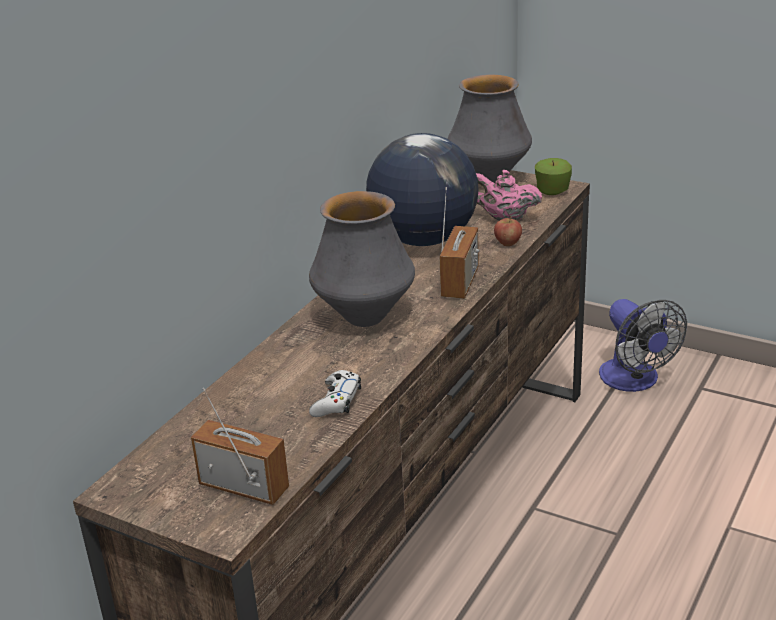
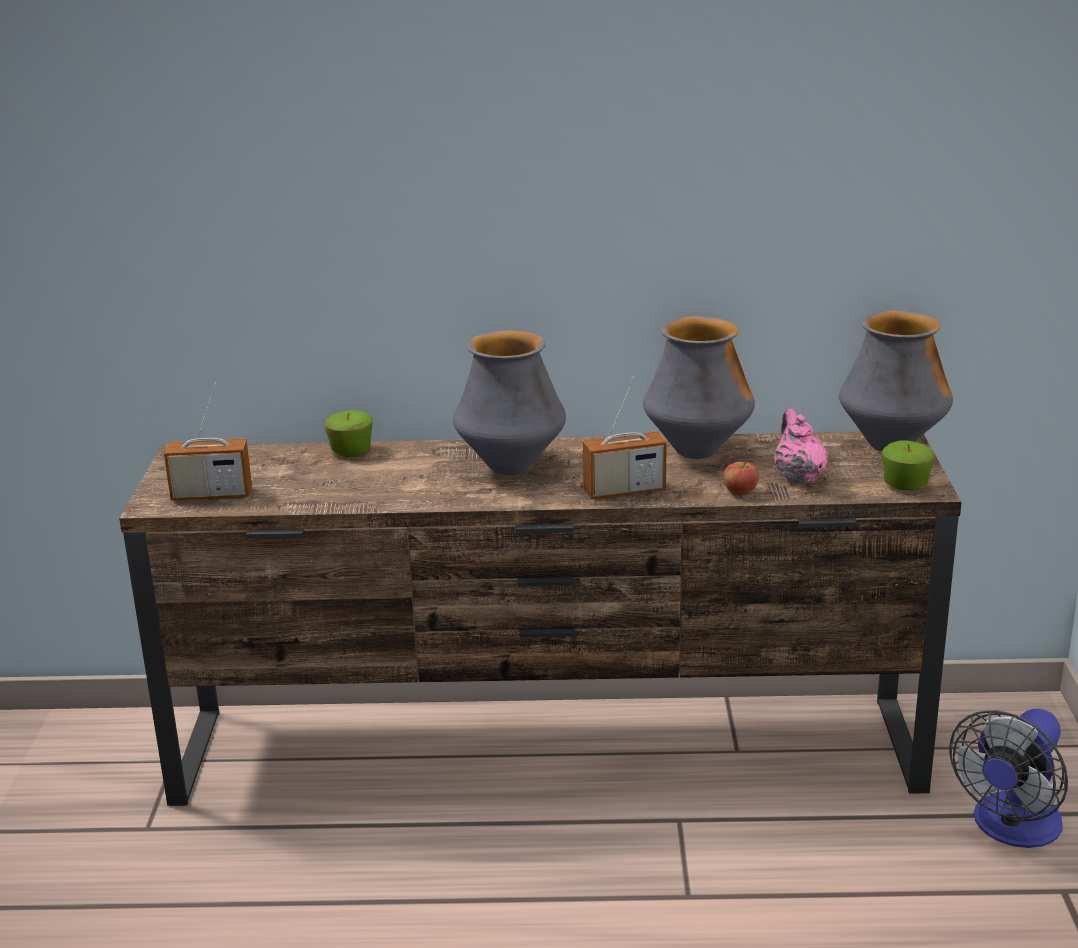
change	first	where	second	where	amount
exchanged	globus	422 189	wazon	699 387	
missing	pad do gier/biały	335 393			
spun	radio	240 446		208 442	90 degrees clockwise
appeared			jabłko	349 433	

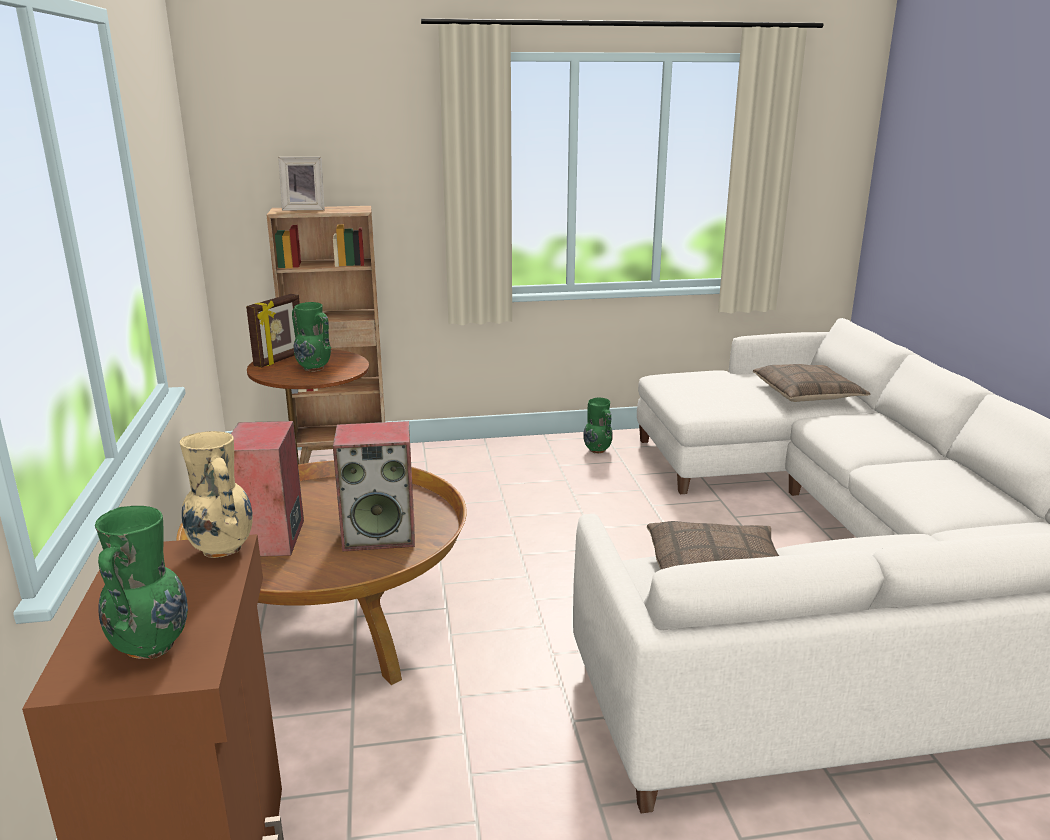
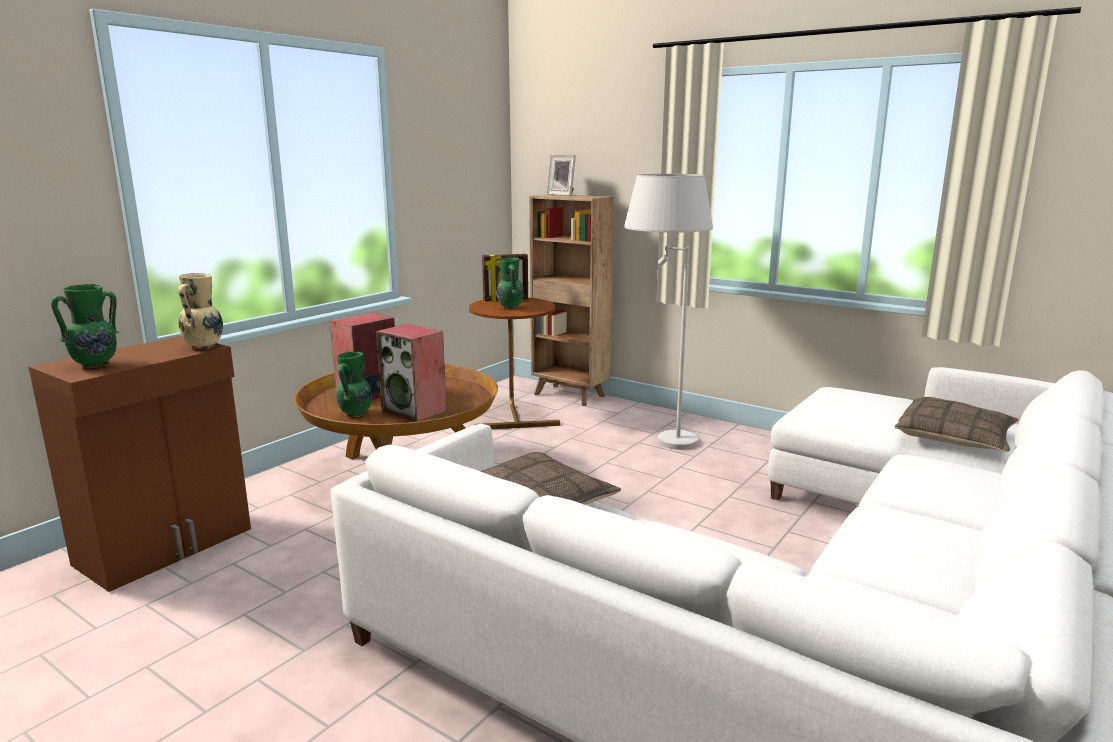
change	first	where	second	where	amount
relocated	wazon/zielony	598 426		354 384	
appeared			lampa stojąca/biały	668 312	

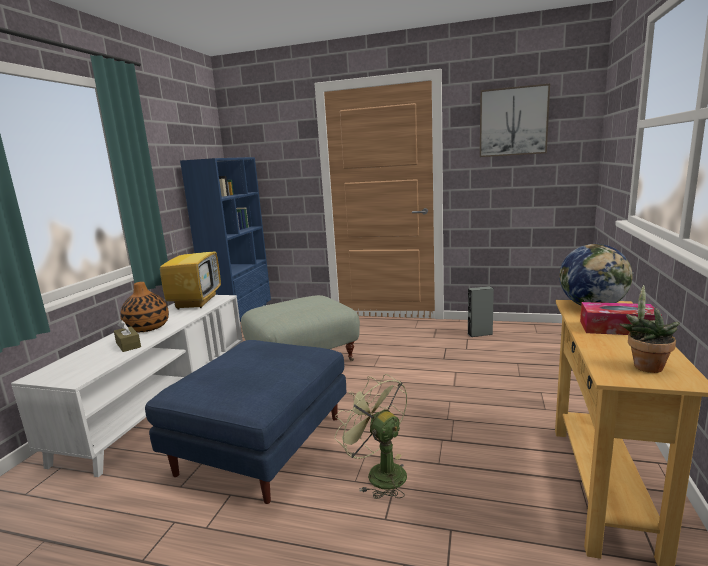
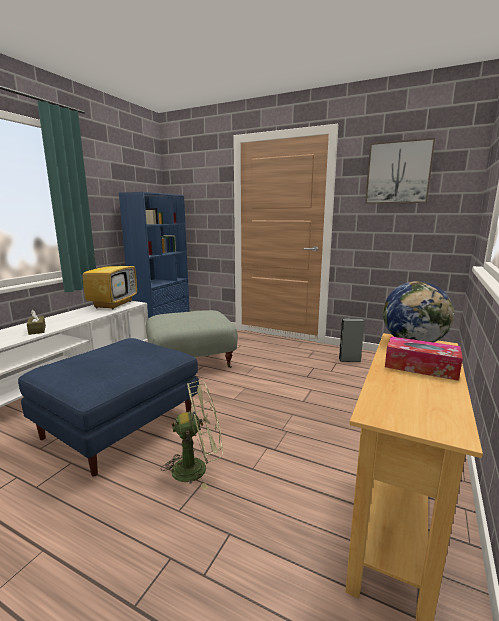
change	first	where	second	where	amount
missing	wazon	144 307			
missing	roślina doniczkowa	650 329			
spun	wentylator/zielony	371 436		192 435	105 degrees clockwise

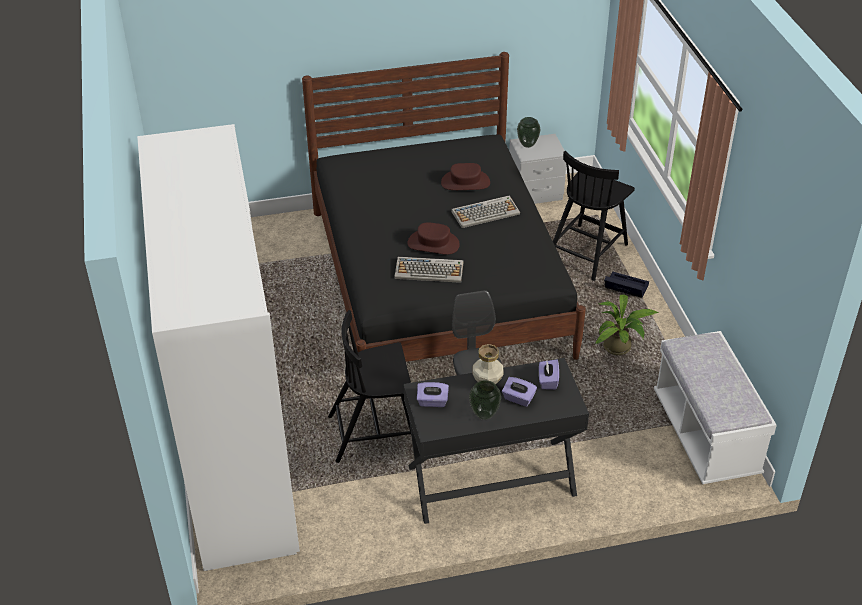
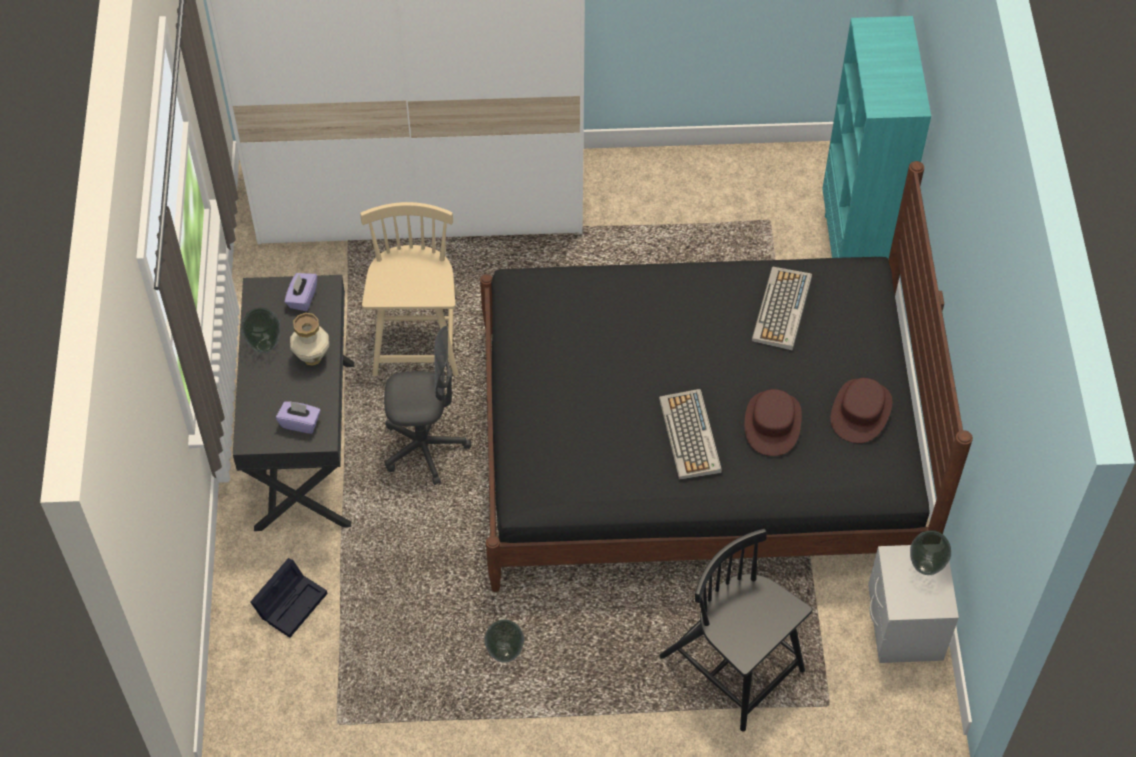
change	first	where	second	where	amount
relocated	kapelusz/brązowy	434 238		861 410	
relocated	klawiatura	429 270		782 309	
relocated	pojemnik do przechowywania/czarny	626 285		288 598	
exchanged	roślina doniczkowa	626 324	wazon	504 641	
colour	krzesło/czarny	369 386	krzesło/beżowy	409 289	
missing	ławka/biały	715 407			
missing	pudełko chusteczek/fioletowy	519 392			
appeared			regał/turkusowy	876 137	

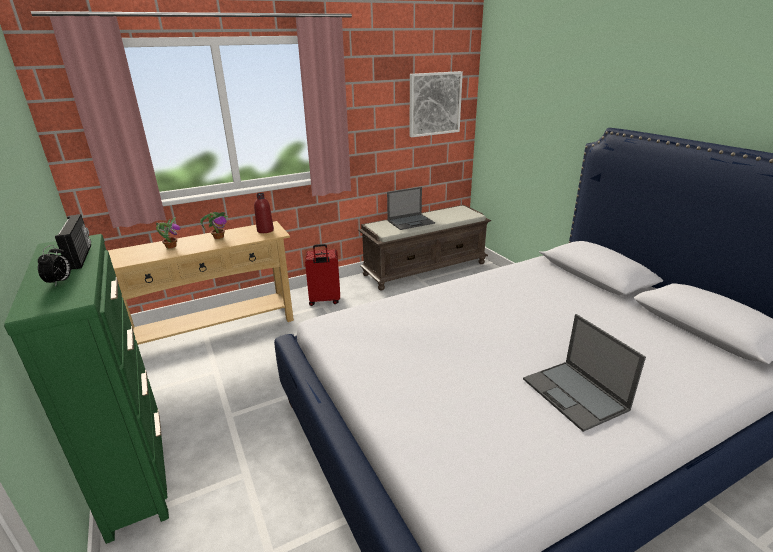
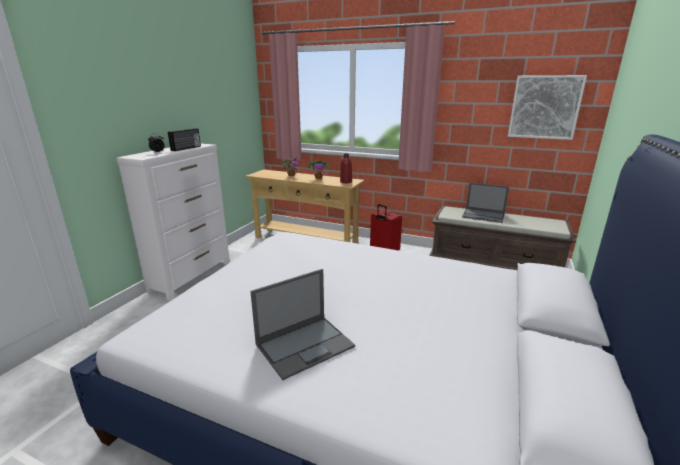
change	first	where	second	where	amount
colour	komoda/zielony	86 389	komoda/biały	173 222	
spun	laptop	584 373		302 324	150 degrees counterclockwise

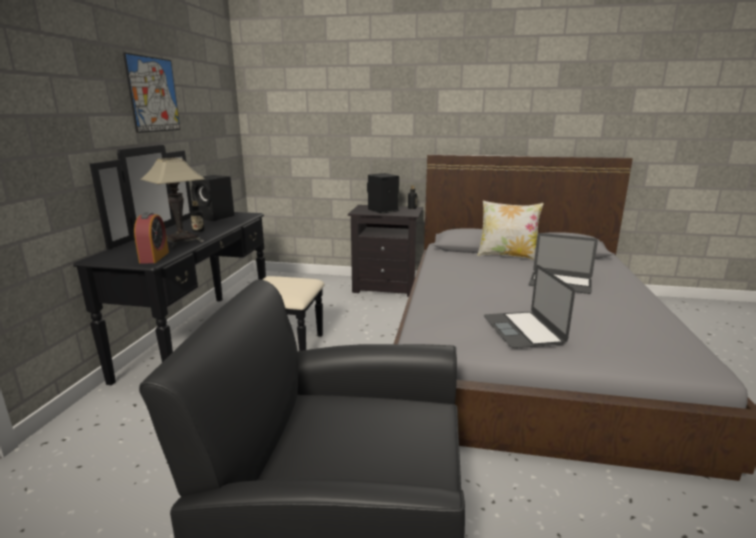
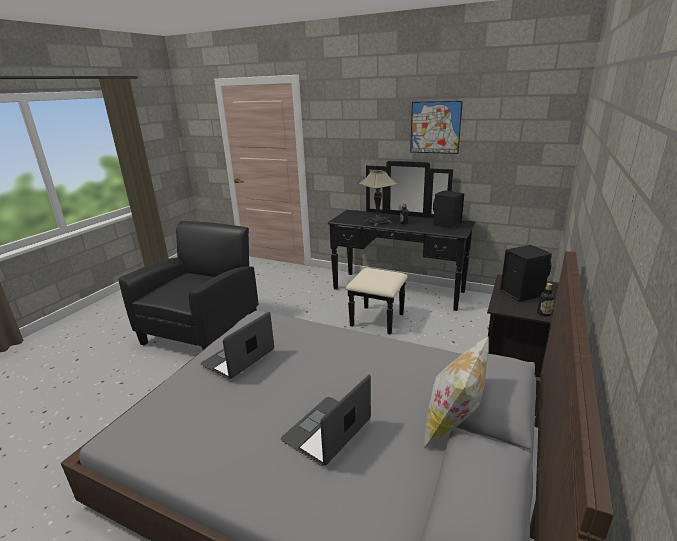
change	first	where	second	where	amount
missing	budzik	151 238			
spun	laptop	529 306		237 345	60 degrees counterclockwise

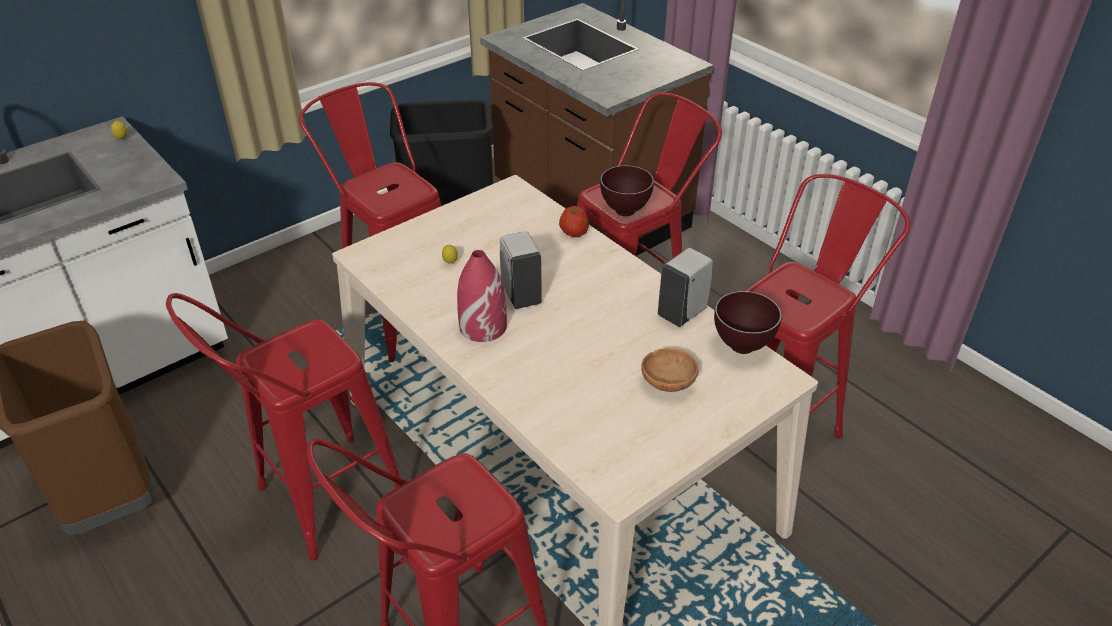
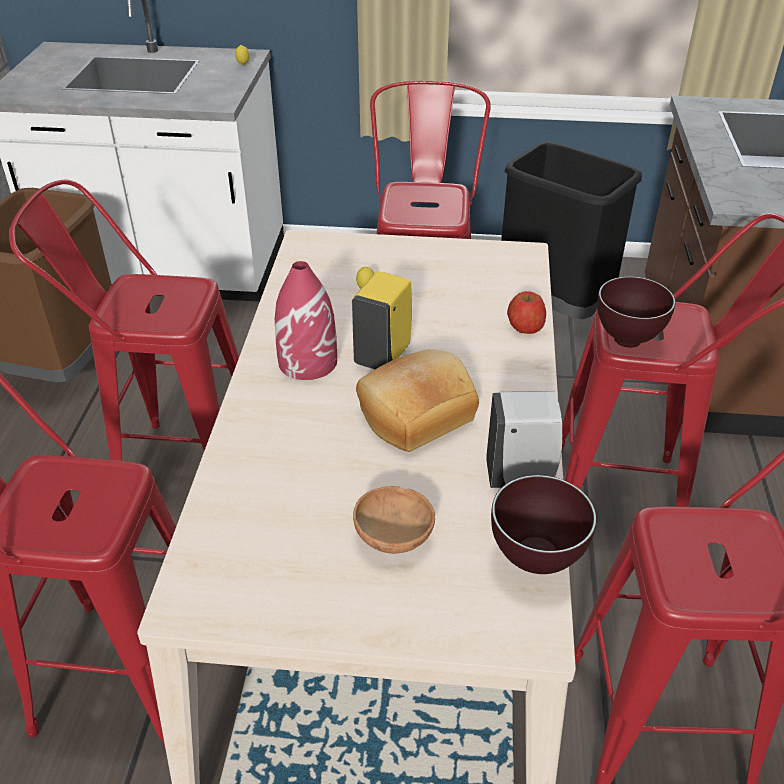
change	first	where	second	where	amount
colour	dozownik mydła/biały	521 270	dozownik mydła/żółty	382 320	
appeared			chleb	417 400	

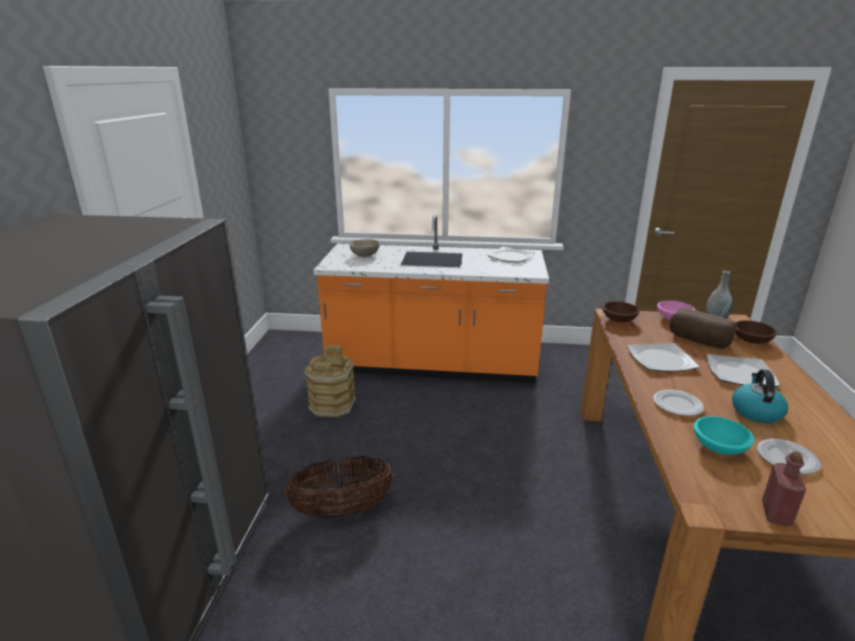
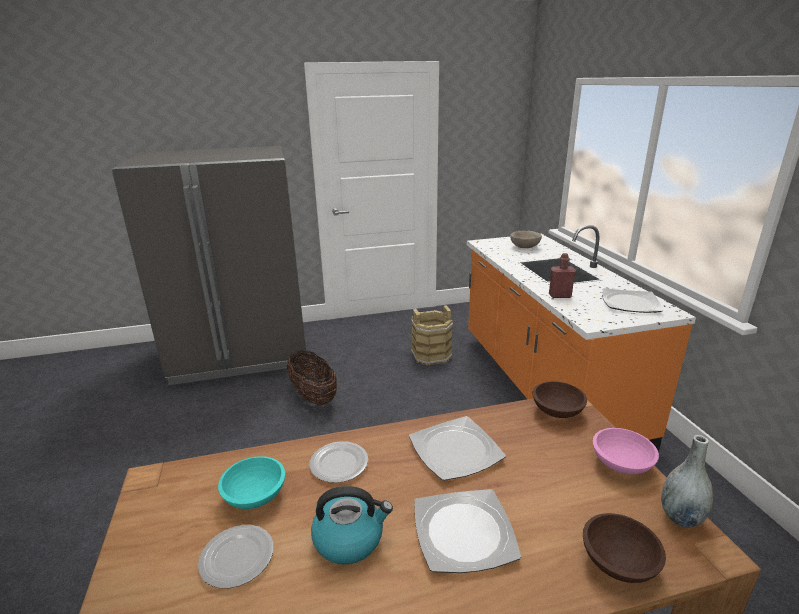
change	first	where	second	where	amount
missing	chleb	703 328			
relocated	butelka/czerwony	784 488		562 275	

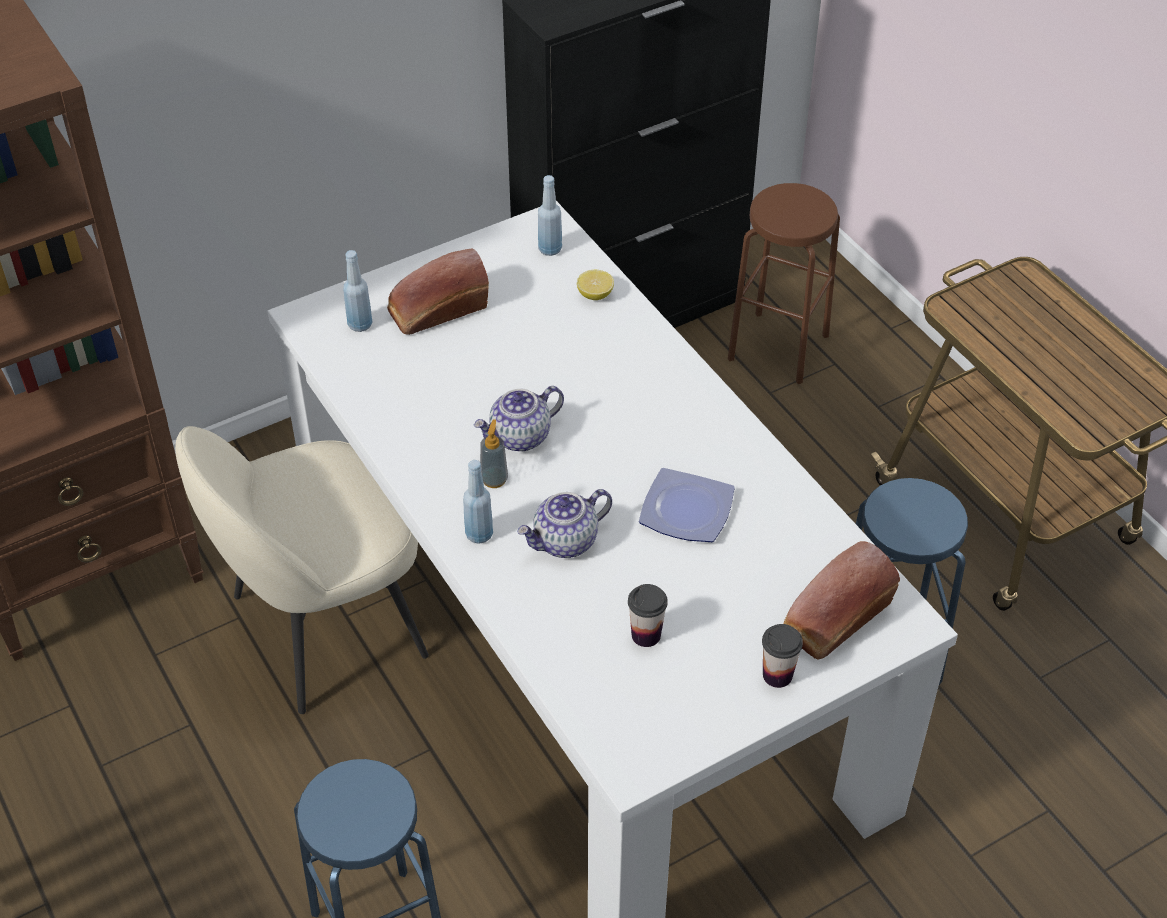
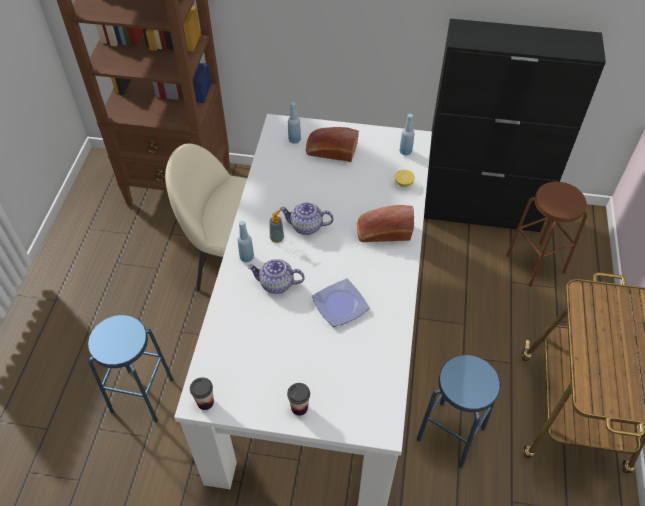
change	first	where	second	where	amount
relocated	chleb	841 600		385 223	
relocated	filiżanka	648 615		202 393	

